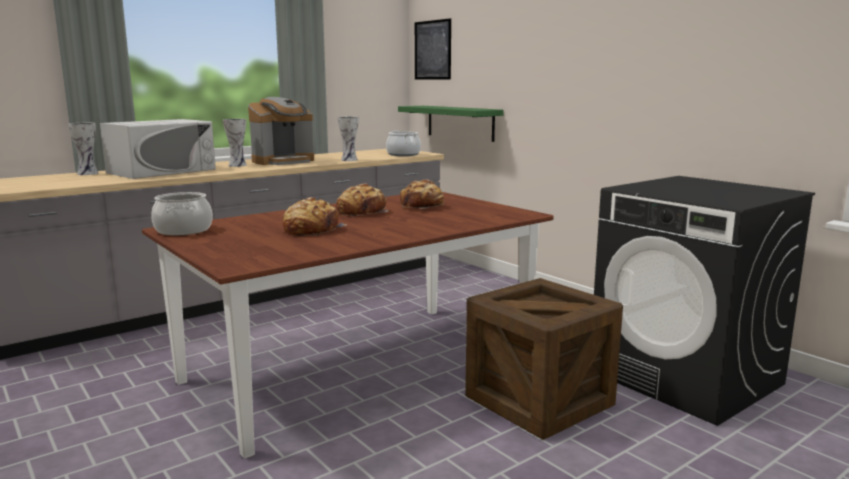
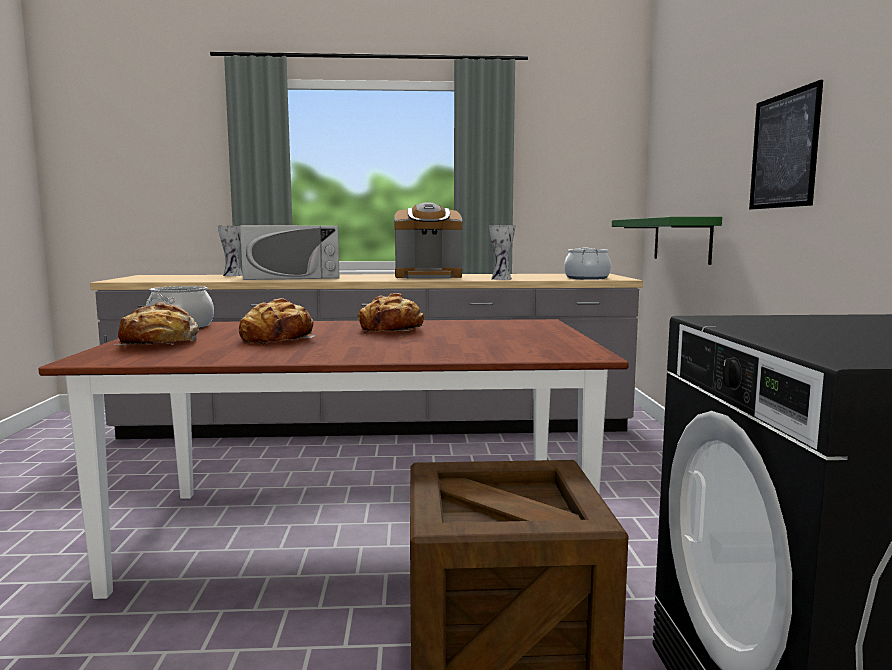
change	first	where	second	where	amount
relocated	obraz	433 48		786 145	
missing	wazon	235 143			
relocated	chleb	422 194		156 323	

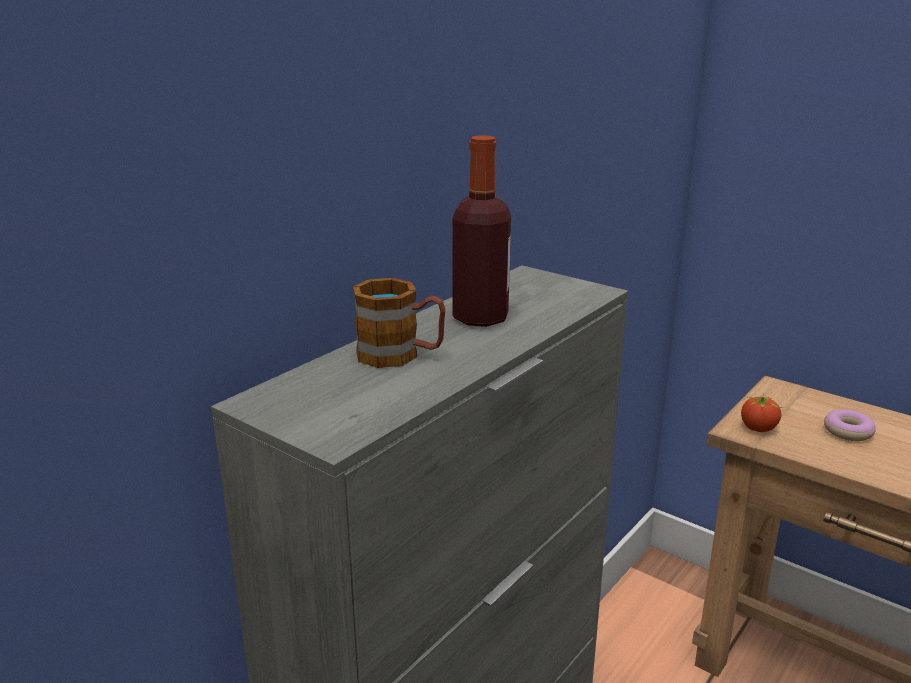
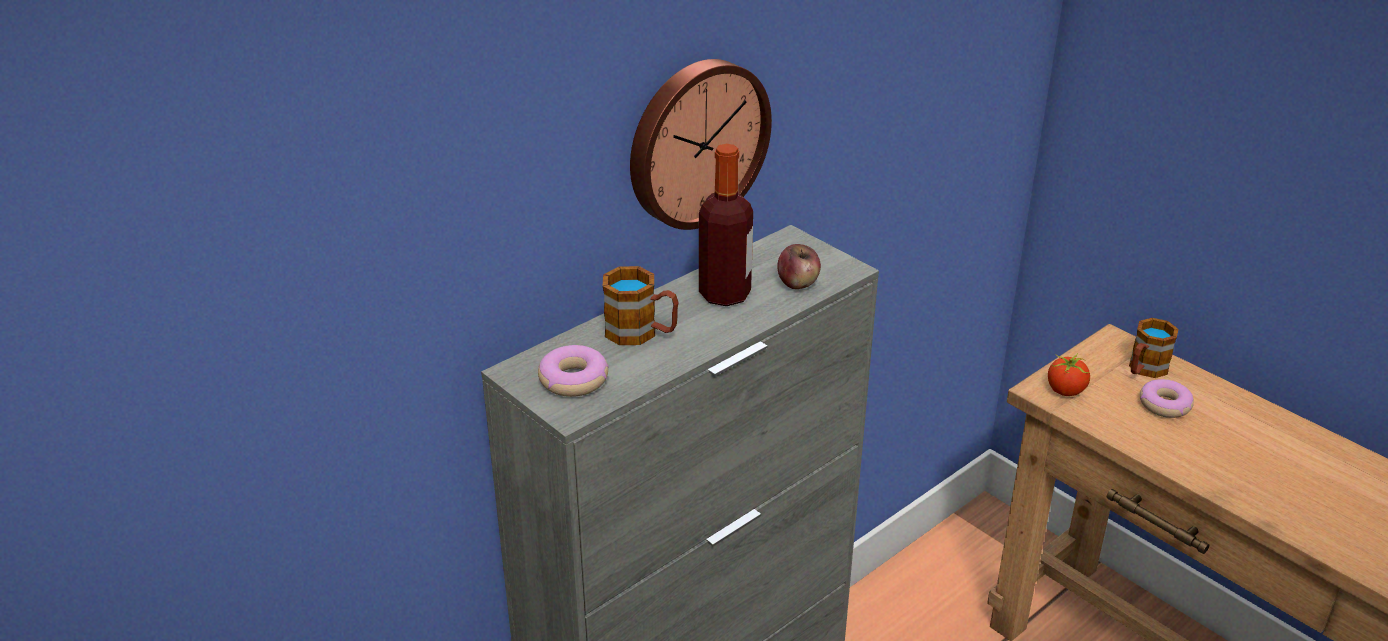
change	first	where	second	where	amount
appeared			zegar ścienny	701 144	
appeared			jabłko	799 266	
appeared			kubek	1153 348	
appeared			donut	573 371	

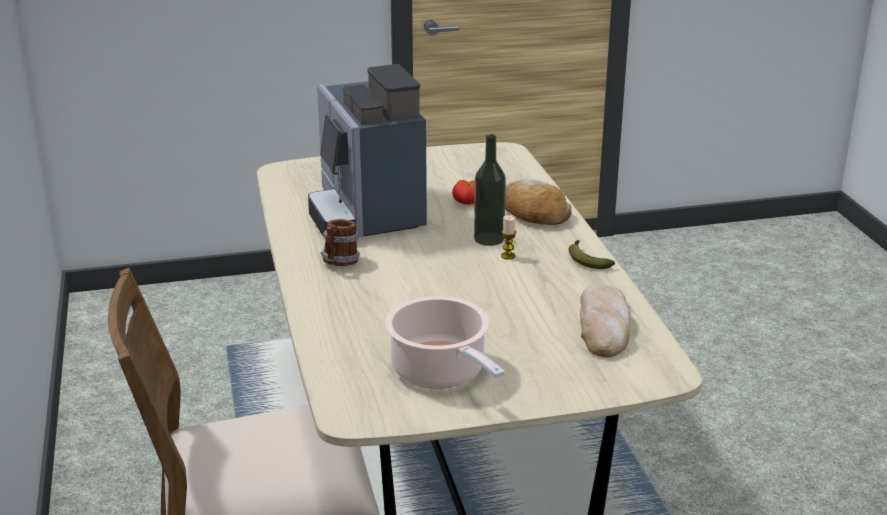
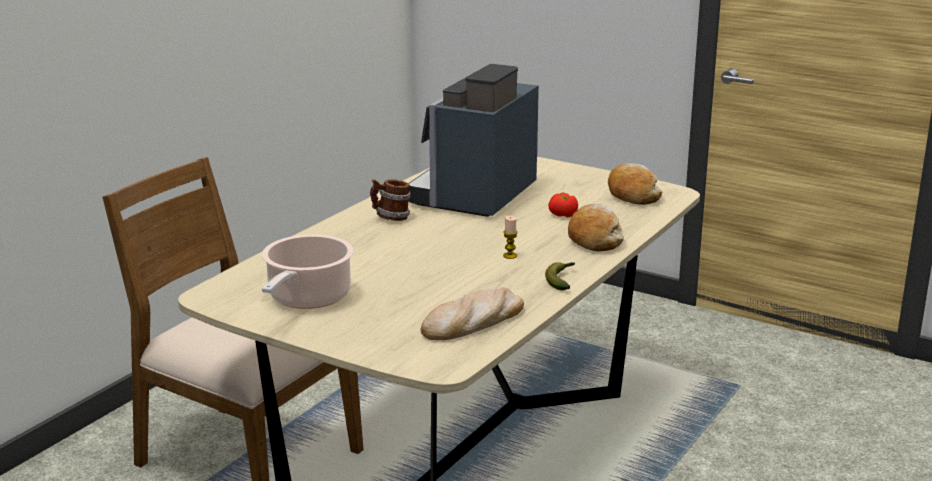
change	first	where	second	where	amount
missing	butelka	490 190			
appeared			chleb	635 184	

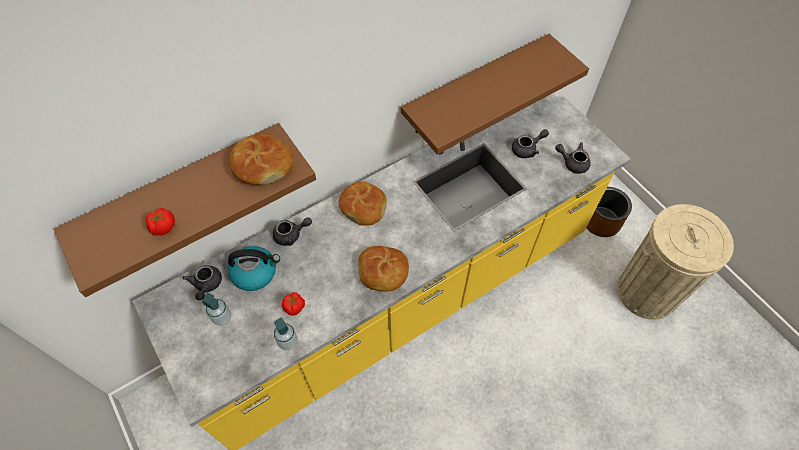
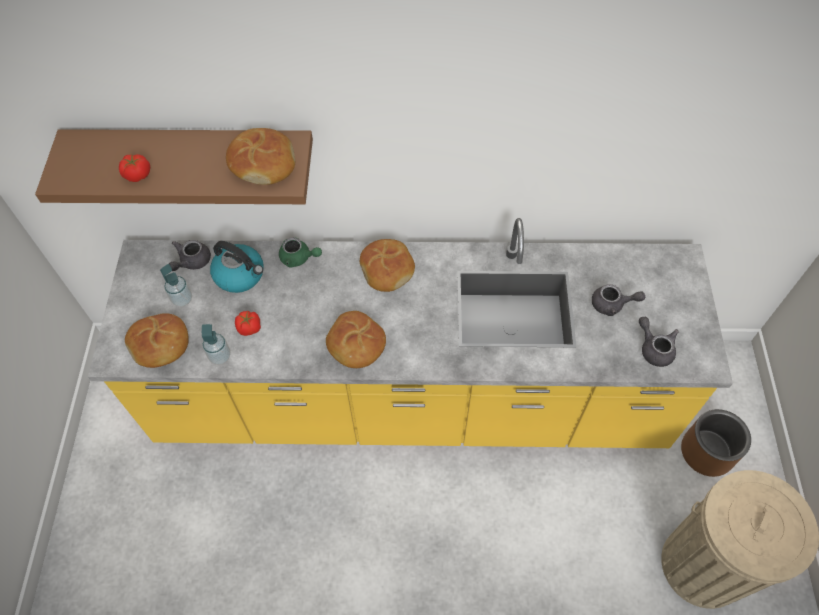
change	first	where	second	where	amount
missing	półka/brązowy	495 94			
colour	imbryk/szary	292 231	imbryk/zielony	300 252	
appeared			chleb	157 340	

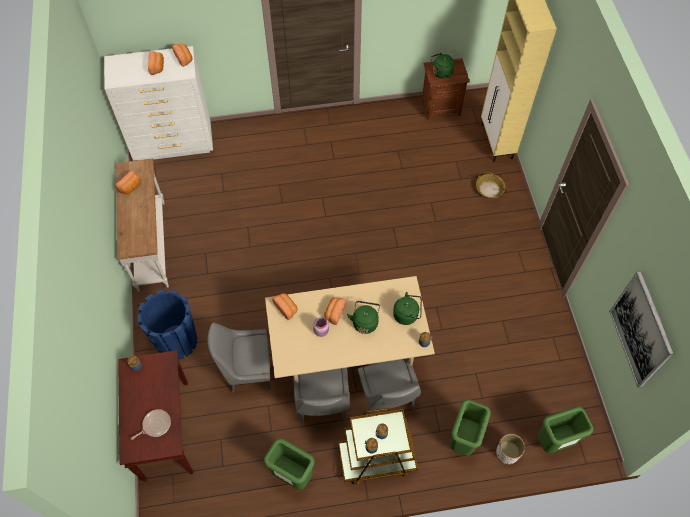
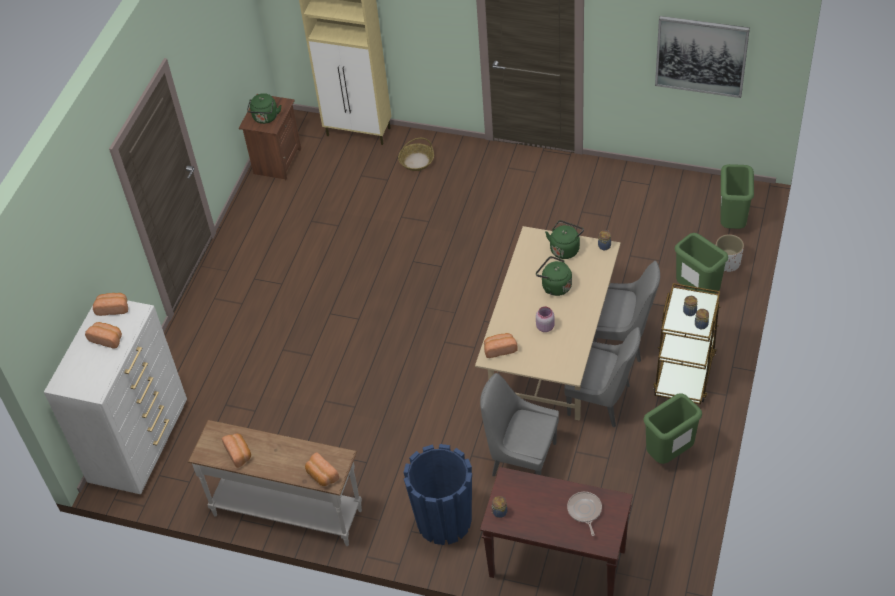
change	first	where	second	where	amount
relocated	chleb	335 311		322 469	
spun	krzesło/szary	239 358		519 424	90 degrees clockwise

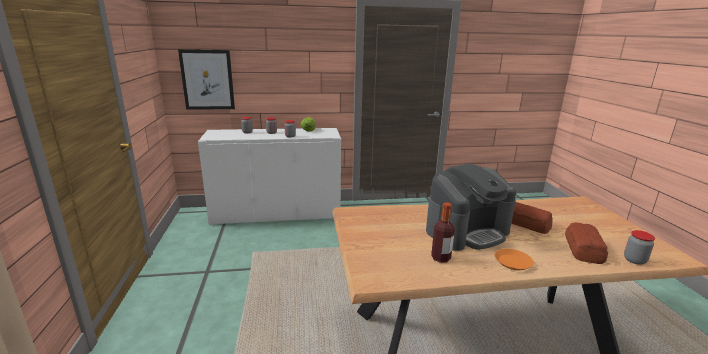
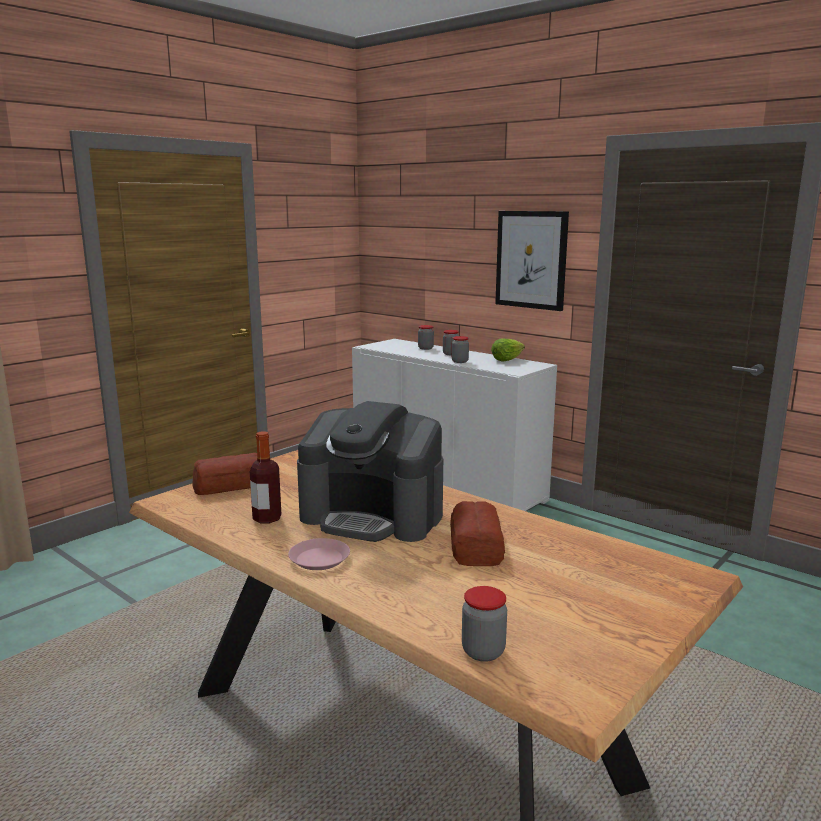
change	first	where	second	where	amount
relocated	obraz	206 79		532 261	
relocated	chleb	586 243		224 474	
colour	talerz/pomarańczowy	514 259	talerz/różowy	319 554	

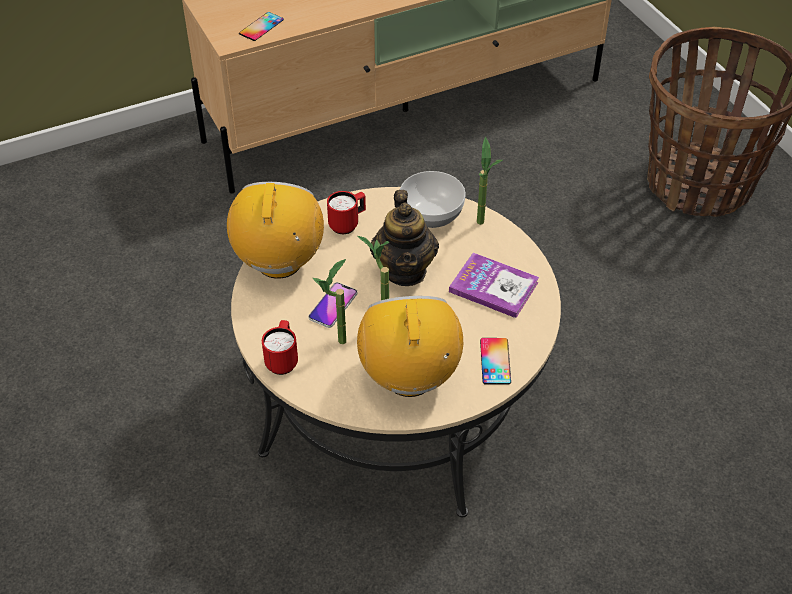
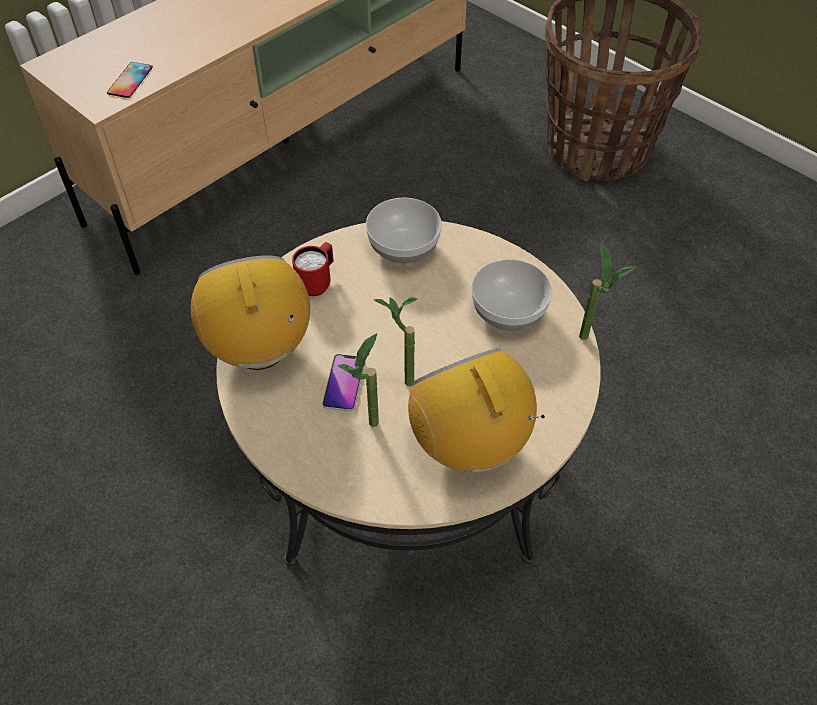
change	first	where	second	where	amount
relocated	roślina doniczkowa	490 181		607 290	
missing	imbryk	404 238			
exchanged	książka	494 285	miska	512 295	
missing	kubek/czerwony	280 347			
missing	telefon	495 361			

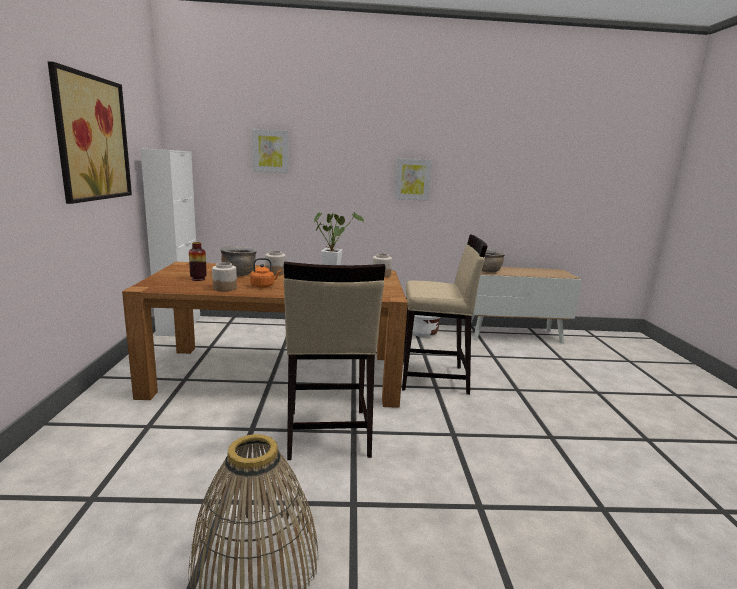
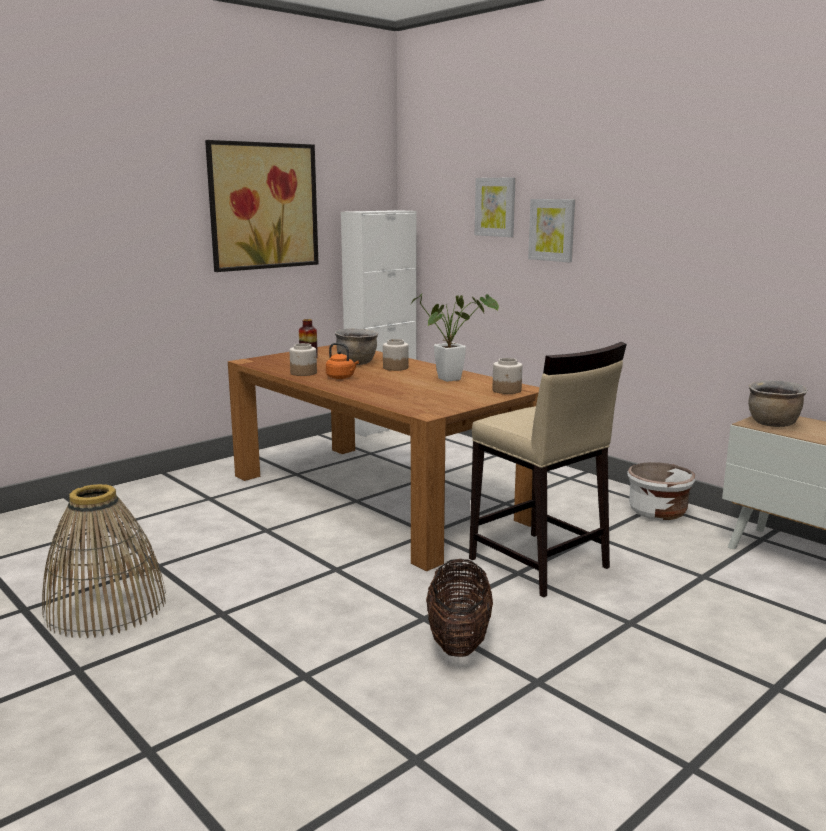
change	first	where	second	where	amount
relocated	obraz	413 179		551 230	
missing	stołek/beżowy	335 361			
appeared			koszyk	459 608	

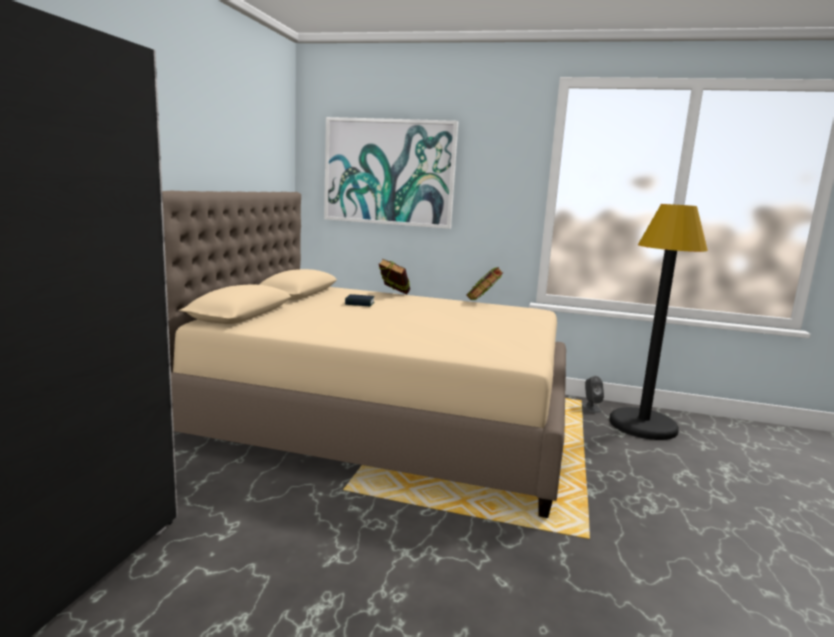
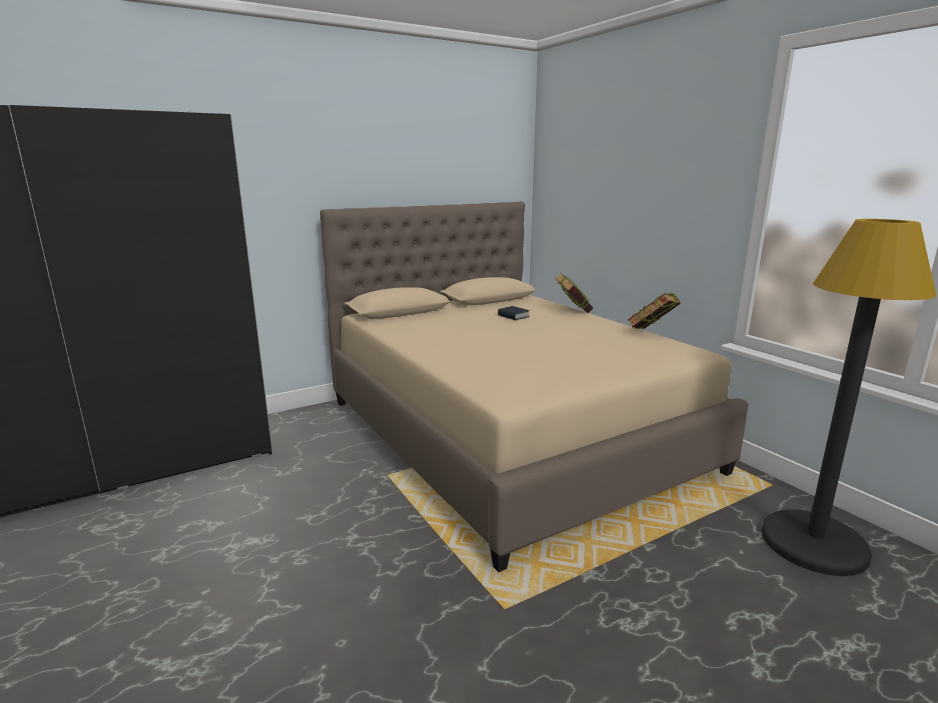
change	first	where	second	where	amount
missing	obraz	391 173			
missing	głośnik/szary	593 394			

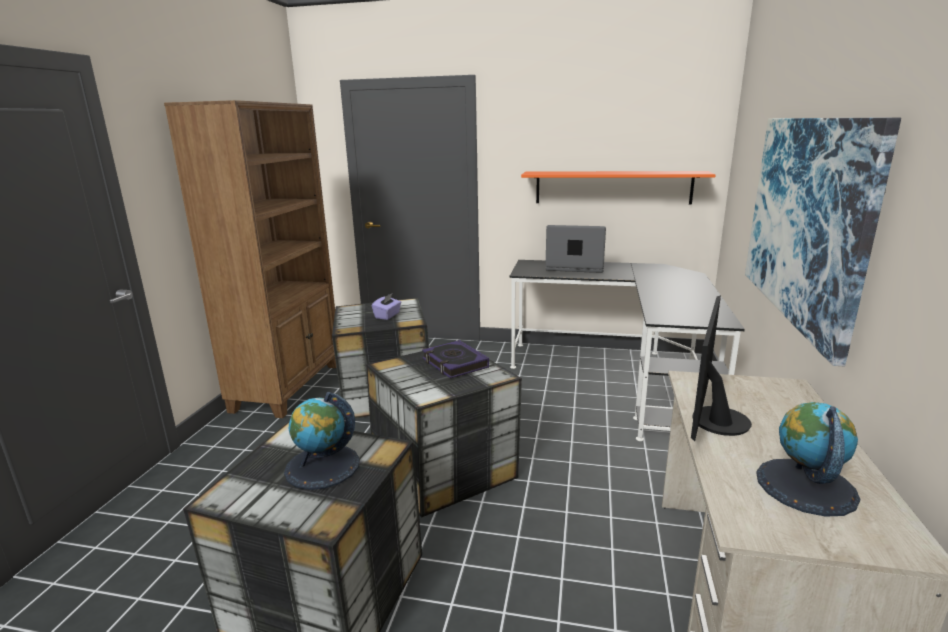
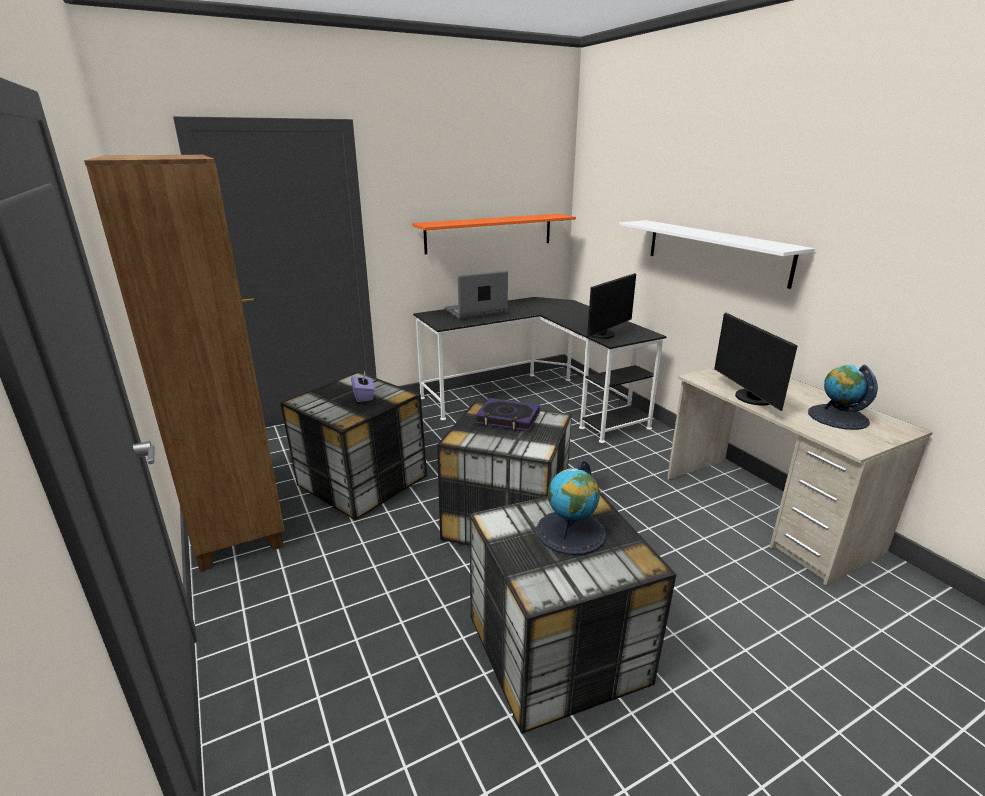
change	first	where	second	where	amount
exchanged	obraz	823 242	półka/biały	717 254	
appeared			monitor	611 306	

